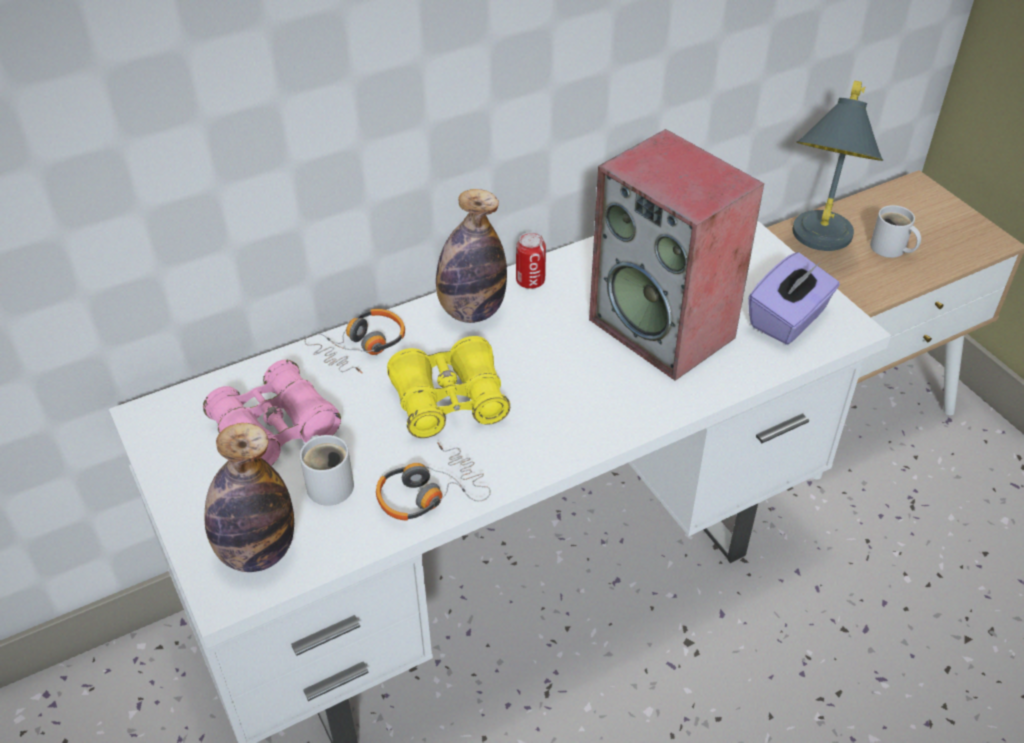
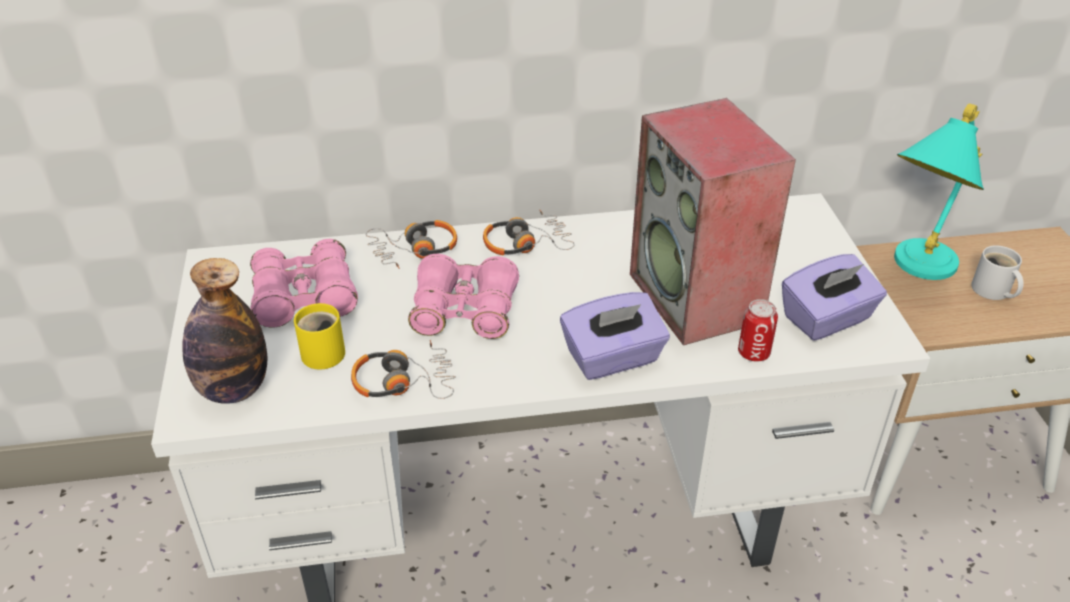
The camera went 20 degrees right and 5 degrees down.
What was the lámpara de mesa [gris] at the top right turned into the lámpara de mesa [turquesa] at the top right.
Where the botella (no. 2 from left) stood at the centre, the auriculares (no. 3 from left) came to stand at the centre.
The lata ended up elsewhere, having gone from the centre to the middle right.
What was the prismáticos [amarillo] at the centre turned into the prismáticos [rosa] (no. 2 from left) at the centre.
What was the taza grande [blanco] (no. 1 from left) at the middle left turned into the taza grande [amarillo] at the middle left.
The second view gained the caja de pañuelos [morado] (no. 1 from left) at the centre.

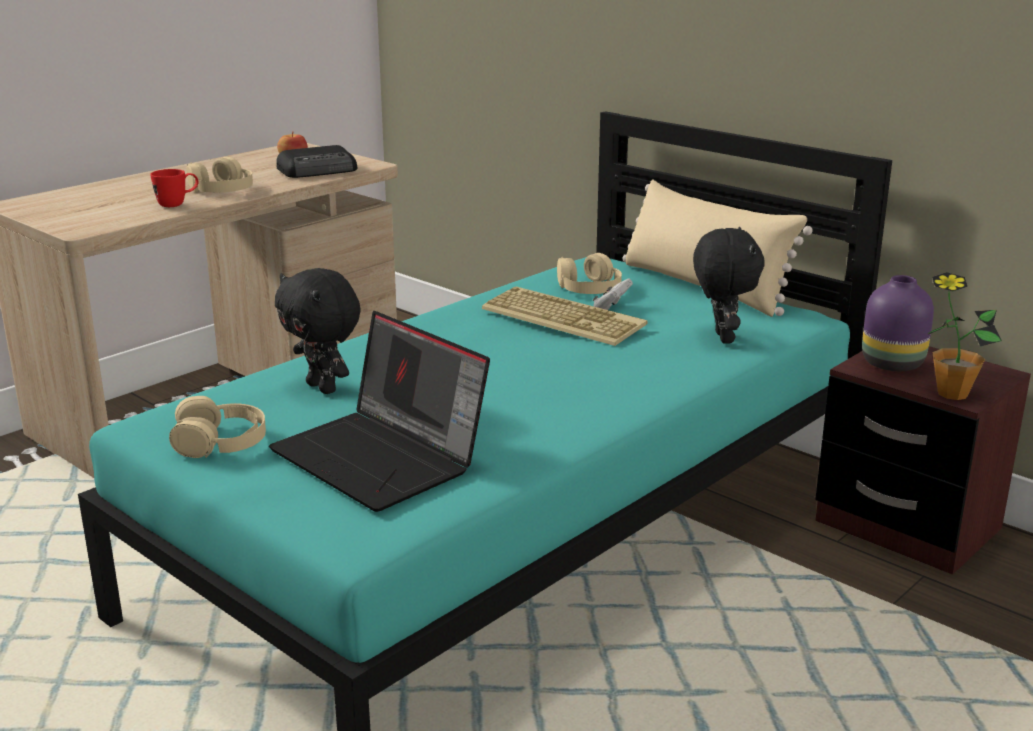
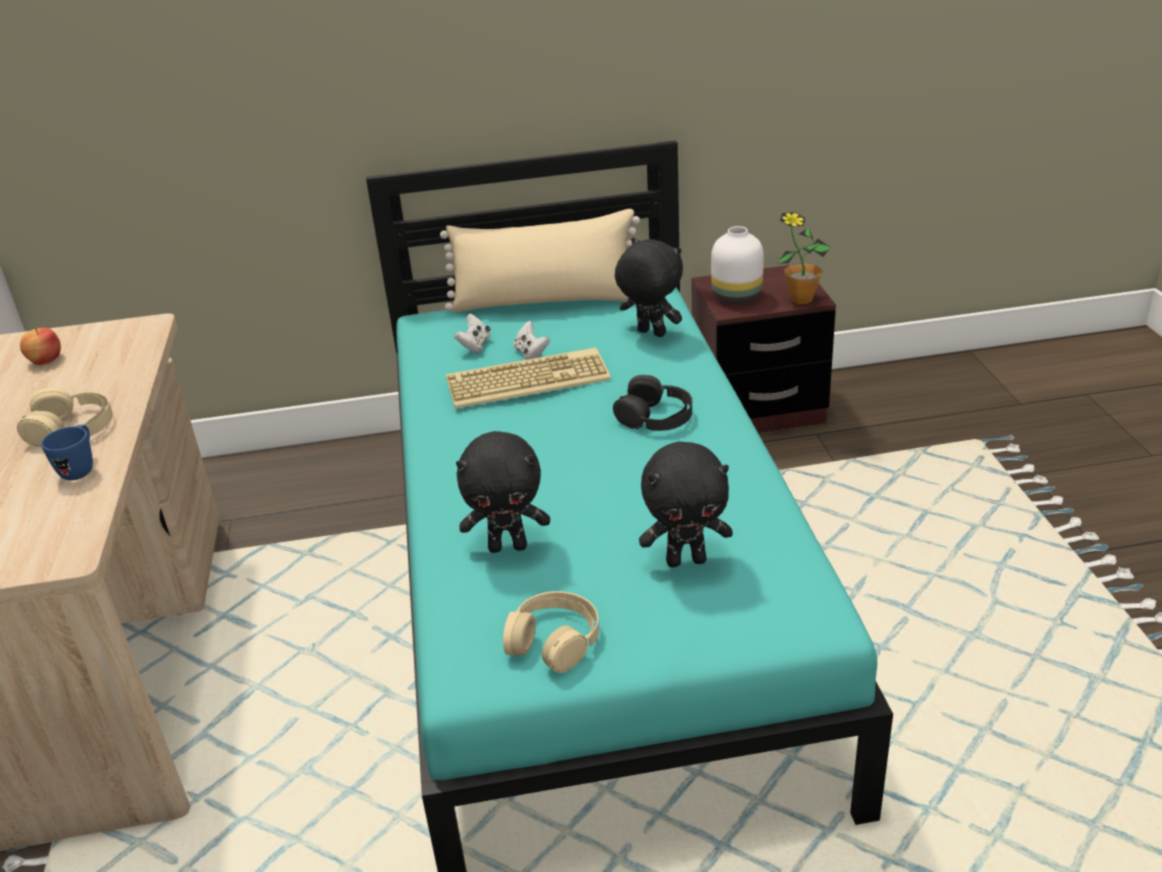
The camera went 50 degrees left and 10 degrees up.
The second view lost the radio at the top left.
What was the taza grande [rojo] at the top left turned into the taza grande [azul] at the middle left.
Where the auriculares [beis] (no. 3 from left) stood at the centre, the mando de consola [blanco] (no. 1 from left) came to stand at the centre.
What was the florero [morado] at the middle right turned into the florero [blanco] at the top centre.
Where the portátil stood at the centre, the peluche [negro] (no. 3 from left) came to stand at the centre.
The second view gained the auriculares [negro] at the centre.

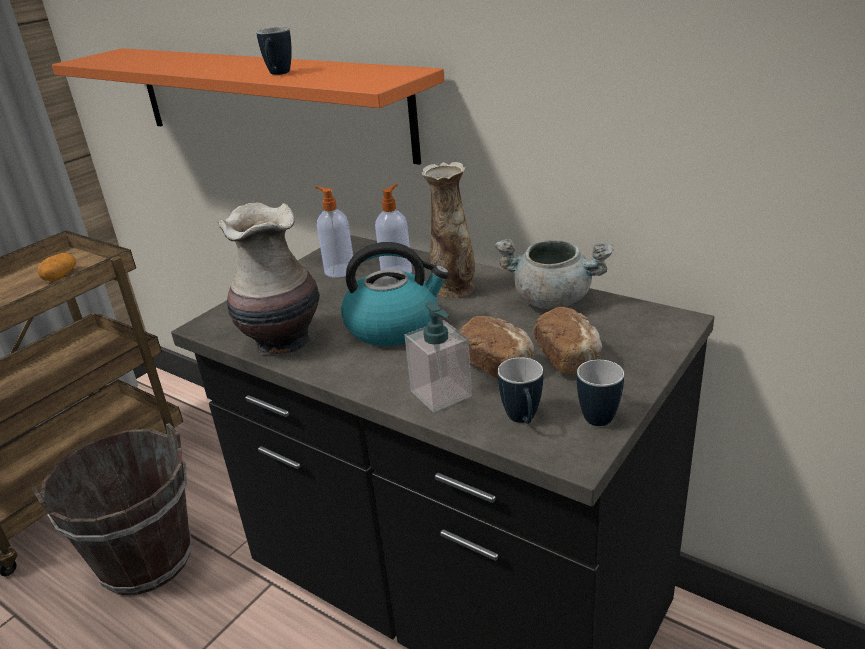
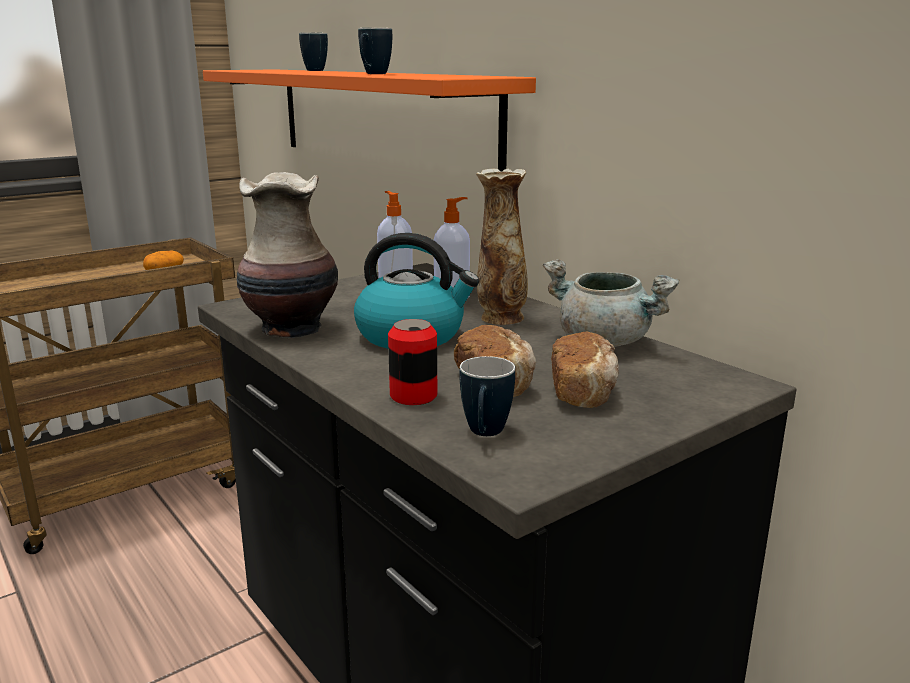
The camera went 15 degrees right and 10 degrees down.
Where the dispensador de jabón (no. 3 from left) stood at the centre, the lata came to stand at the centre.
The taza grande (no. 3 from left in the first image) ended up elsewhere, having gone from the middle right to the top centre.
The second view lost the cubo [marrón] at the bottom left.

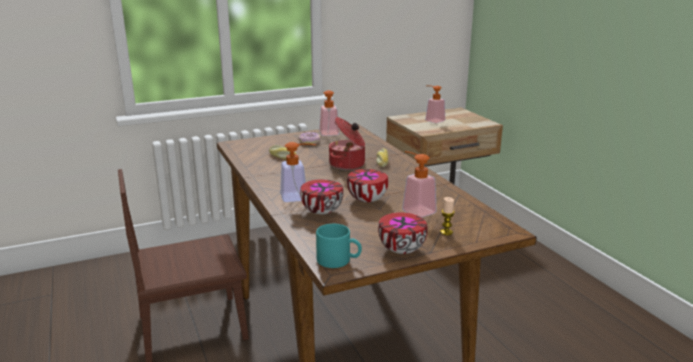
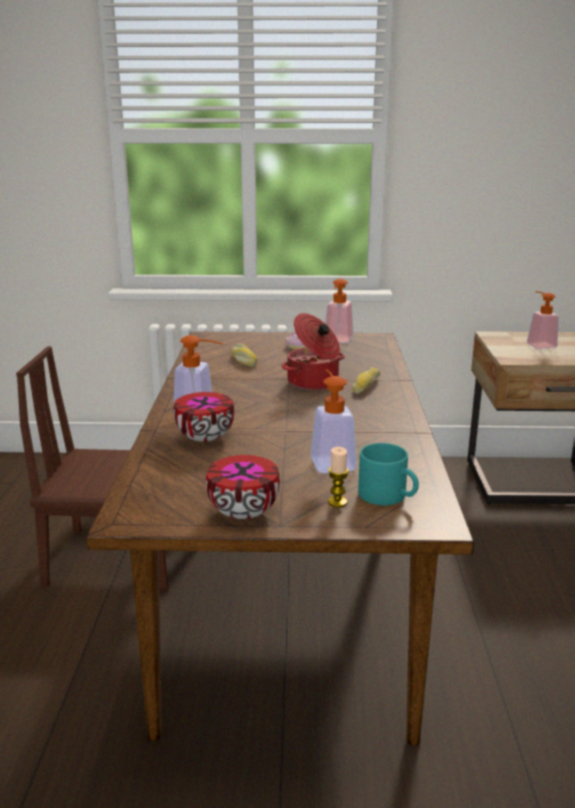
The camera went 25 degrees right and 0 degrees up.
The second view lost the cuenco (no. 2 from left) at the centre.
The taza grande [turquesa] ended up elsewhere, having gone from the bottom centre to the middle right.

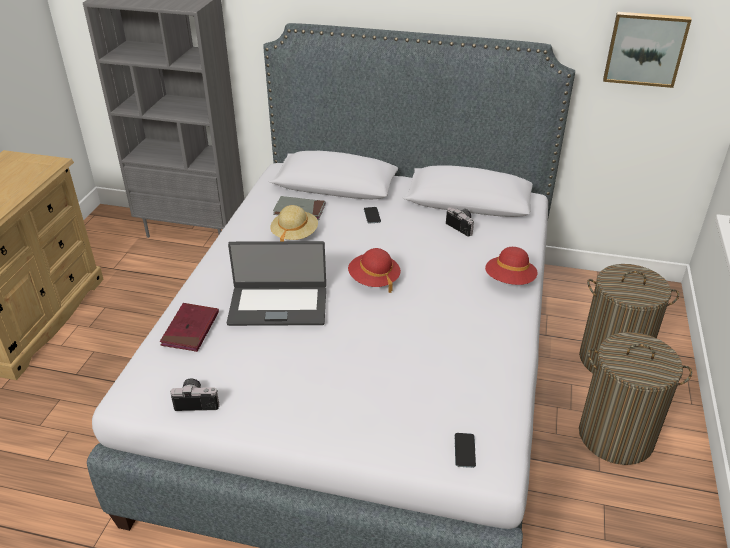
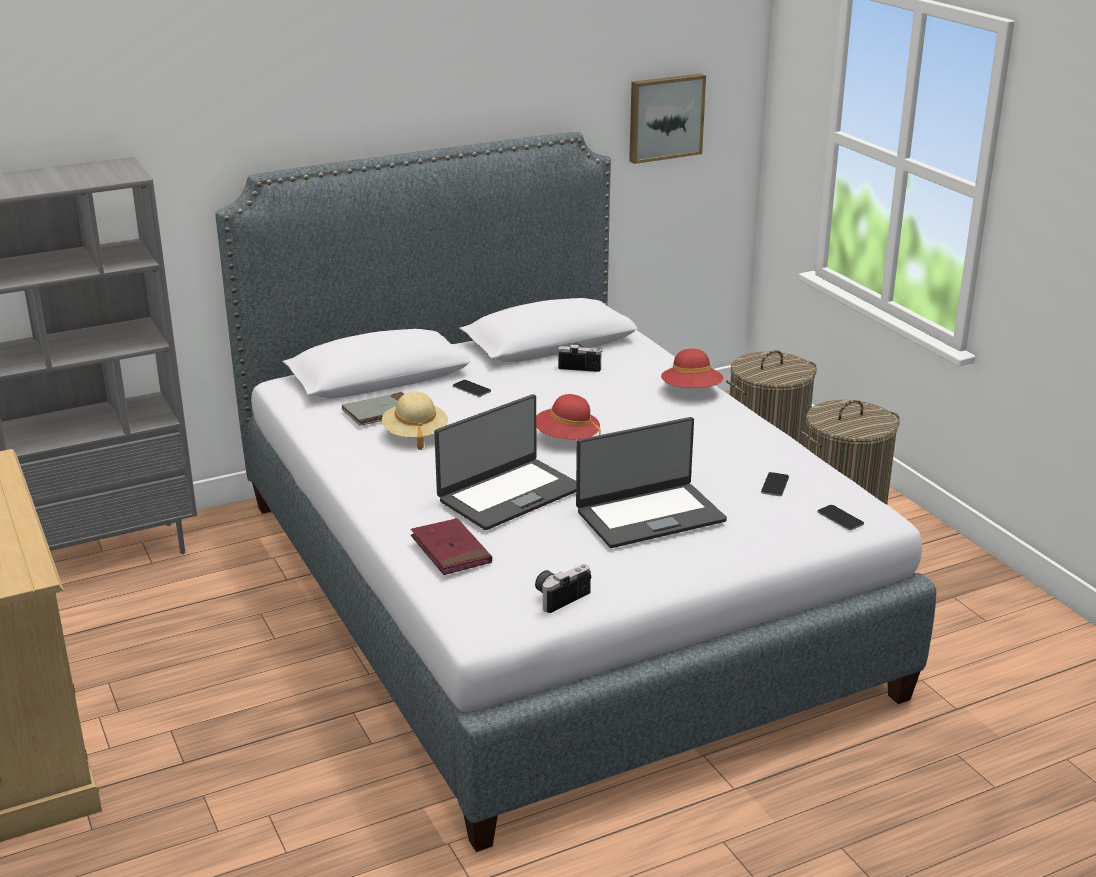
The camera went 40 degrees left and 10 degrees down.
The second view gained the portátil (no. 2 from left) at the centre.
The second view gained the móvil (no. 2 from left) at the middle right.

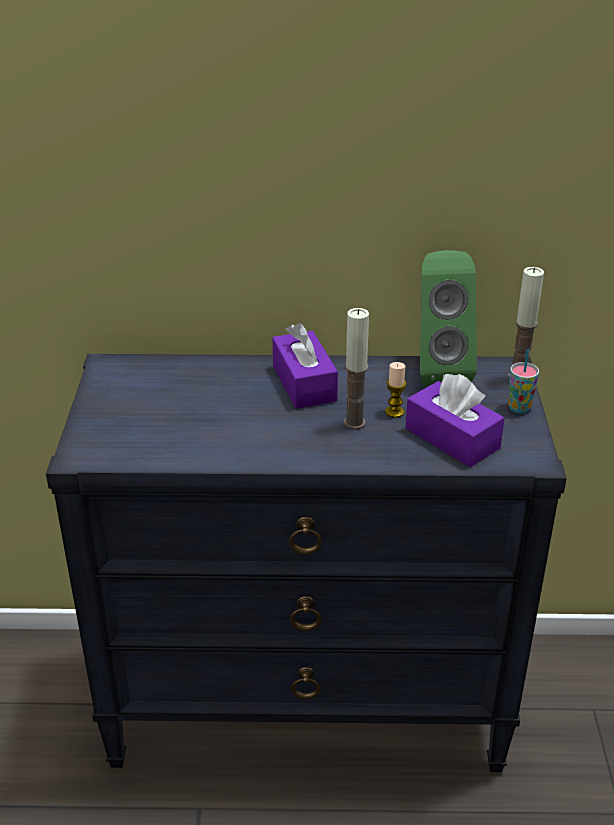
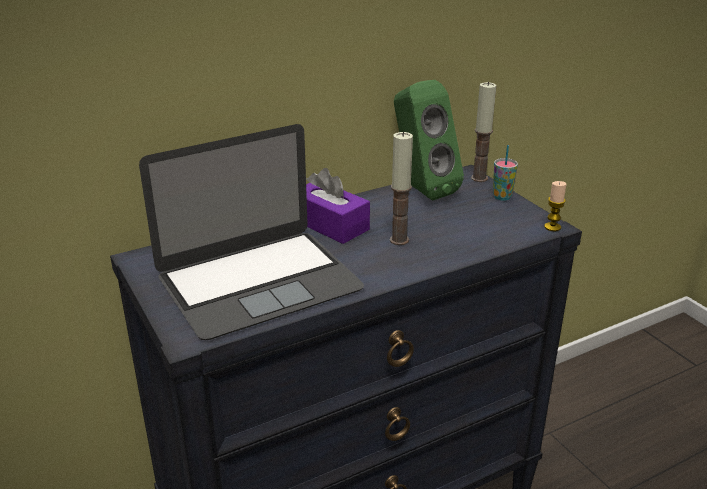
The camera went 30 degrees left and 5 degrees down.
The vela (no. 2 from left in the first image) ended up elsewhere, having gone from the centre to the middle right.
The second view lost the caja de pañuelos [morado] (no. 2 from left) at the middle right.
The second view gained the portátil at the centre.

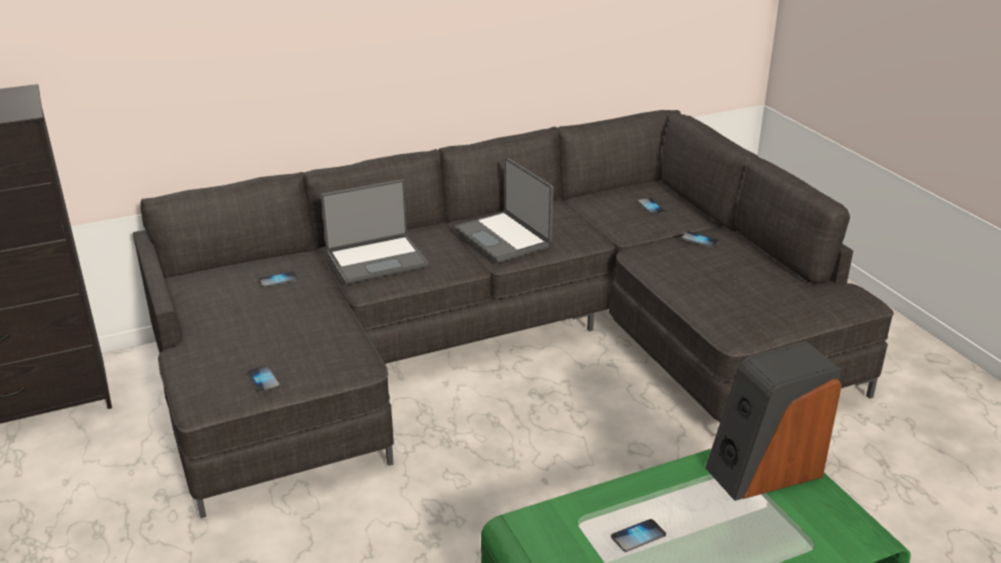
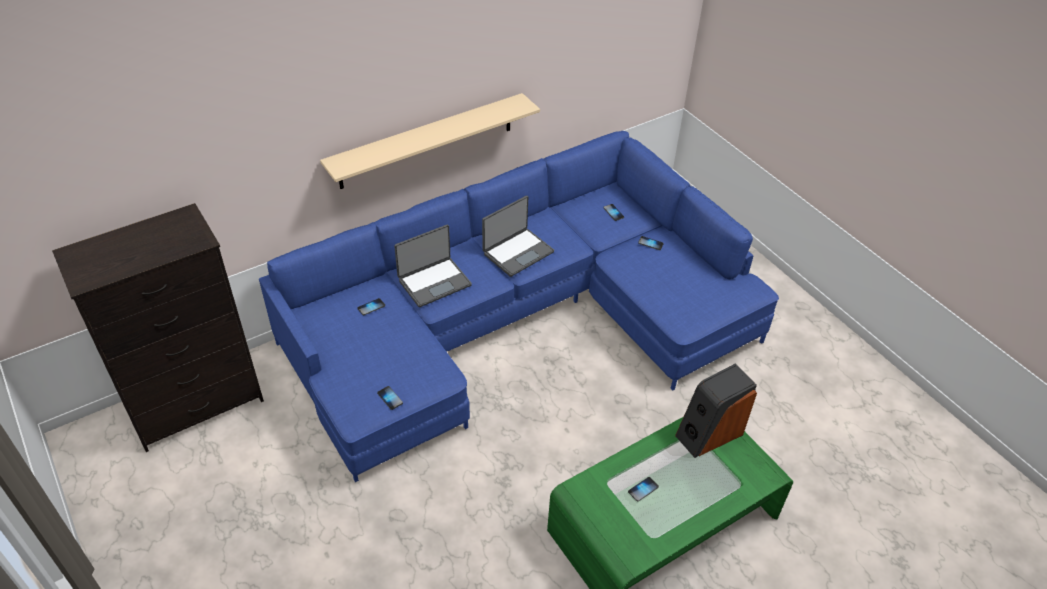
The camera went 10 degrees left and 15 degrees up.
What was the sofá [gris] at the centre turned into the sofá [azul] at the centre.
The portátil (no. 2 from left) at the centre ended up facing another way, 90 degrees counterclockwise from before.
The second view gained the estante [beis] at the top centre.

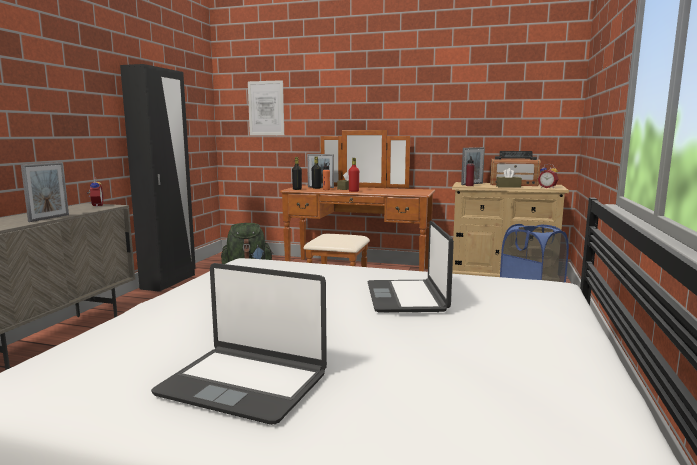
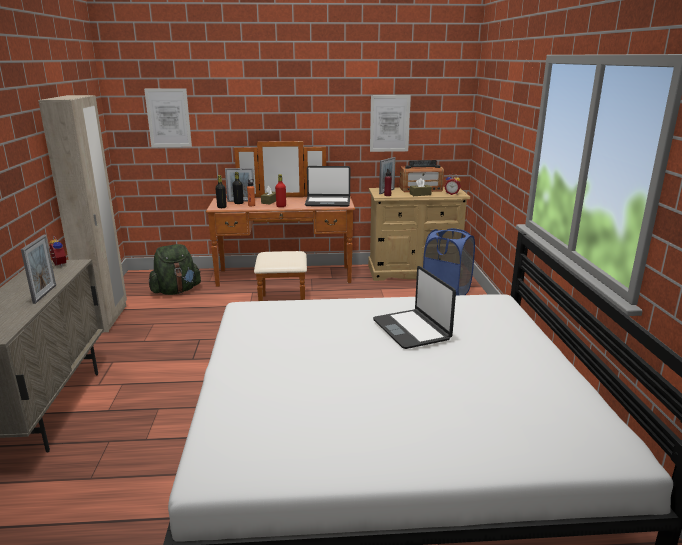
The camera went 20 degrees left and 10 degrees up.
What was the armario ropero [negro] at the middle left turned into the armario ropero [beis] at the middle left.
The portátil (no. 1 from left) ended up elsewhere, having gone from the bottom centre to the centre.
The second view gained the cuadro (no. 2 from left) at the top centre.

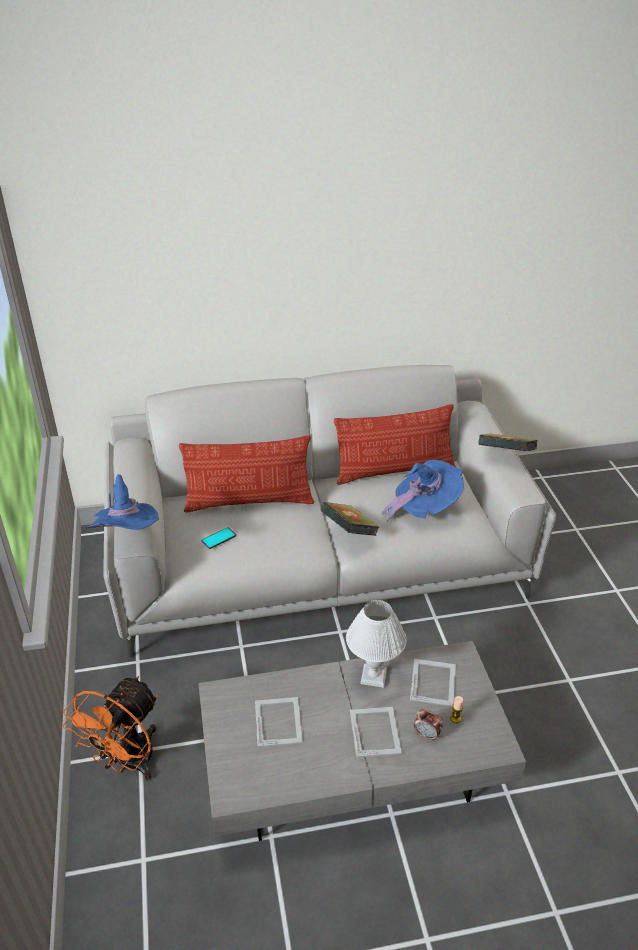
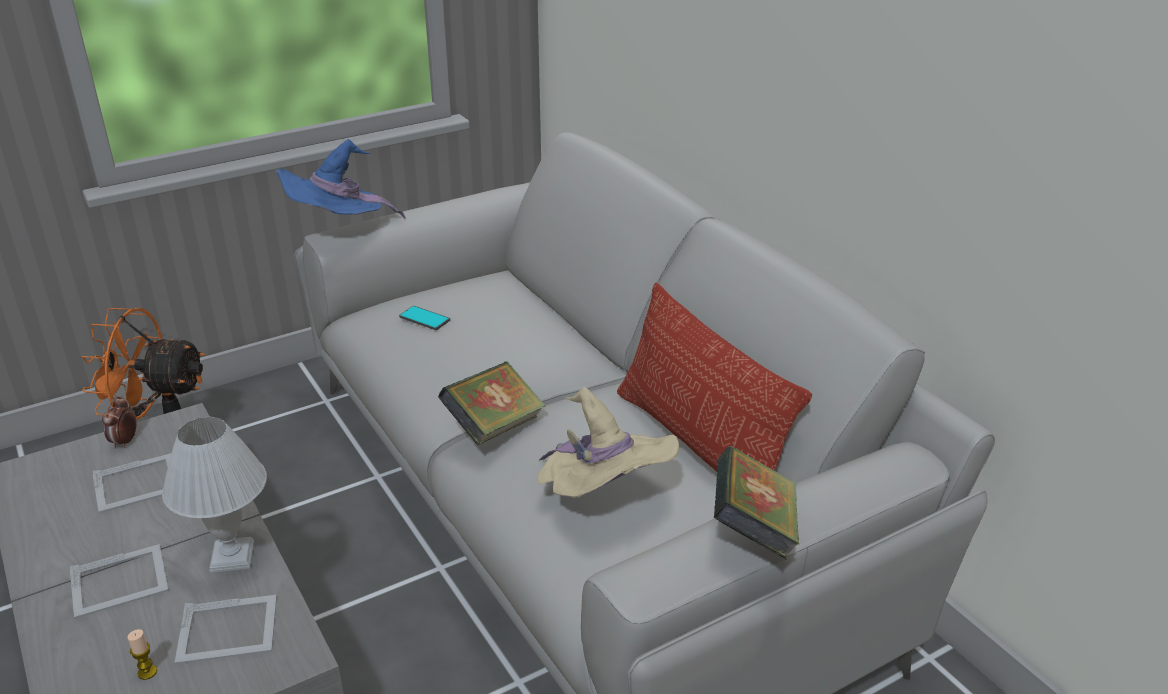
The camera went 70 degrees right and 5 degrees down.
The second view lost the cojín (no. 1 from left) at the centre.
What was the sombrero [azul] (no. 2 from left) at the centre turned into the sombrero [beis] at the centre.
The despertador ended up elsewhere, having gone from the bottom right to the middle left.

